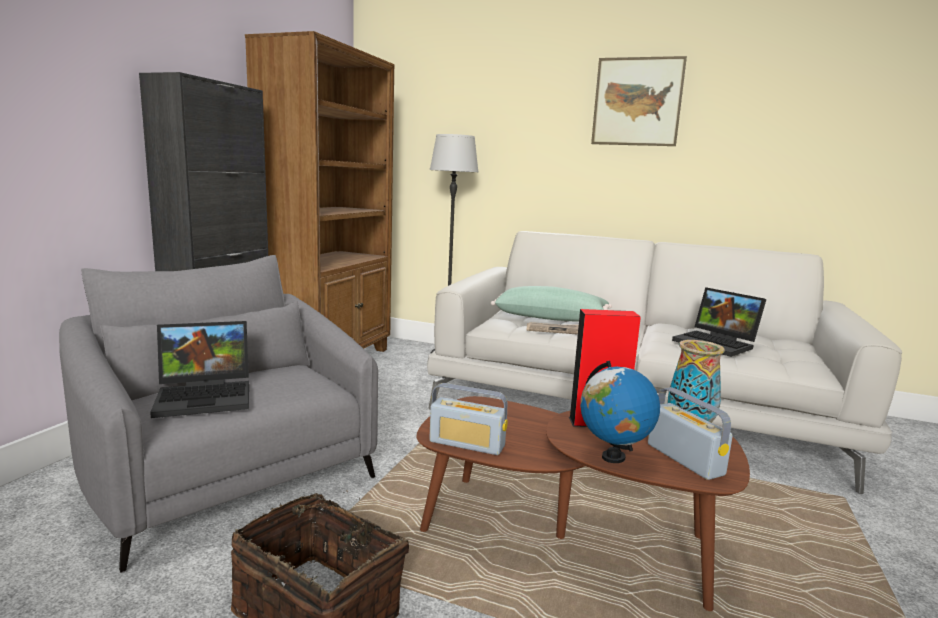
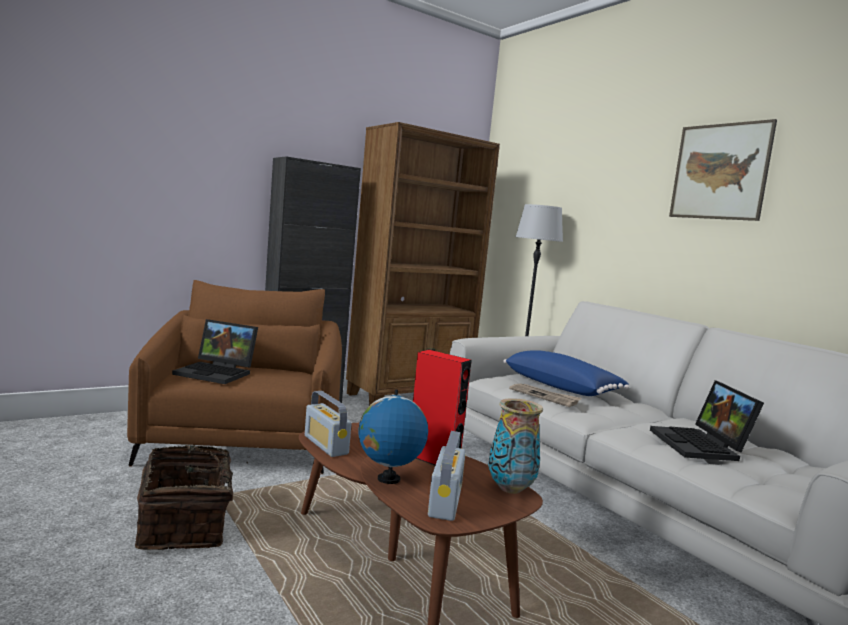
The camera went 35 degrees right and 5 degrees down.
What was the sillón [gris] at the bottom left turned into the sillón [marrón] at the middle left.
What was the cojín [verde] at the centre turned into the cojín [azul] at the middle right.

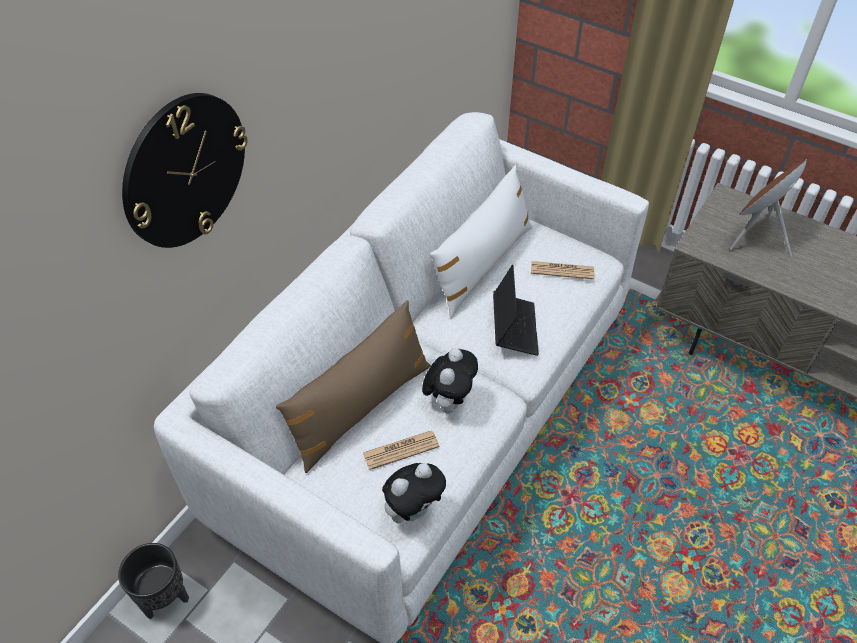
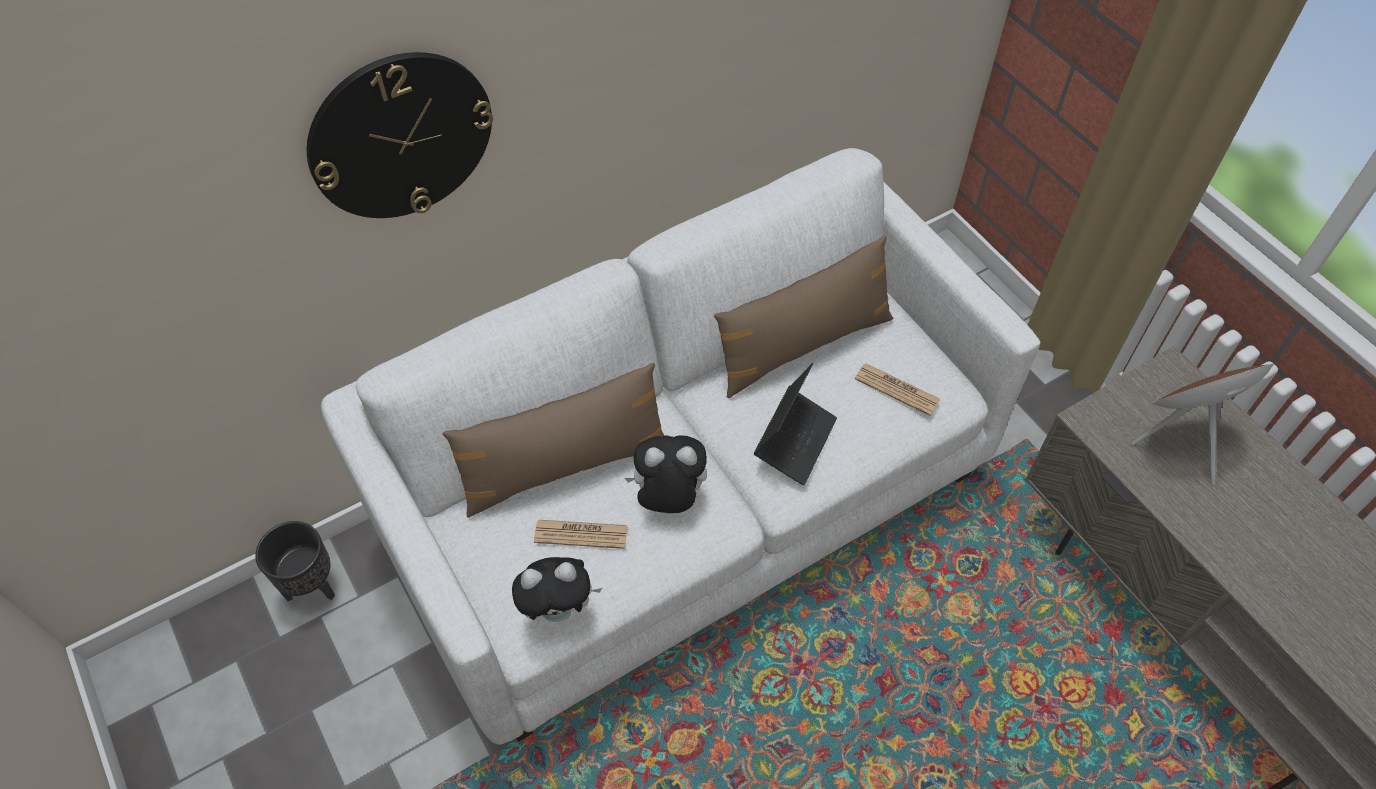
The camera went 25 degrees right and 5 degrees up.
What was the cojín [blanco] at the centre turned into the cojín [marrón] (no. 2 from left) at the centre.
The peluche (no. 2 from left) at the centre ended up facing another way, 135 degrees counterclockwise from before.

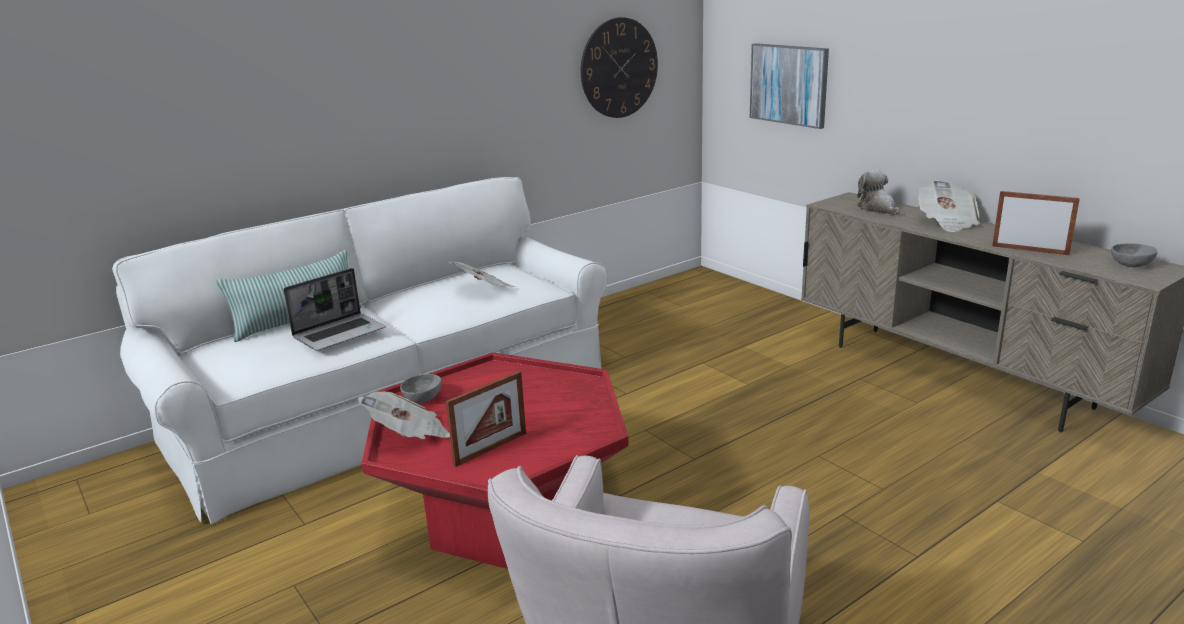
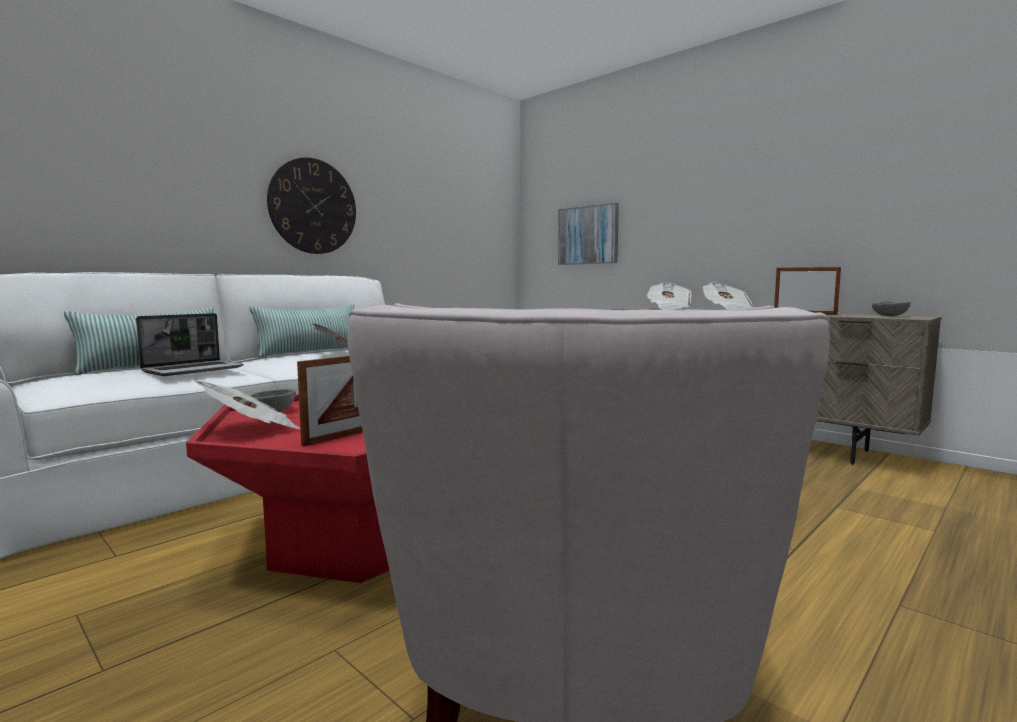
The camera went 10 degrees left and 15 degrees down.
The reloj de pared ended up elsewhere, having gone from the top centre to the top left.
Where the peluche stood at the top right, the periódico (no. 3 from left) came to stand at the centre.
The second view gained the cojín (no. 2 from left) at the middle left.

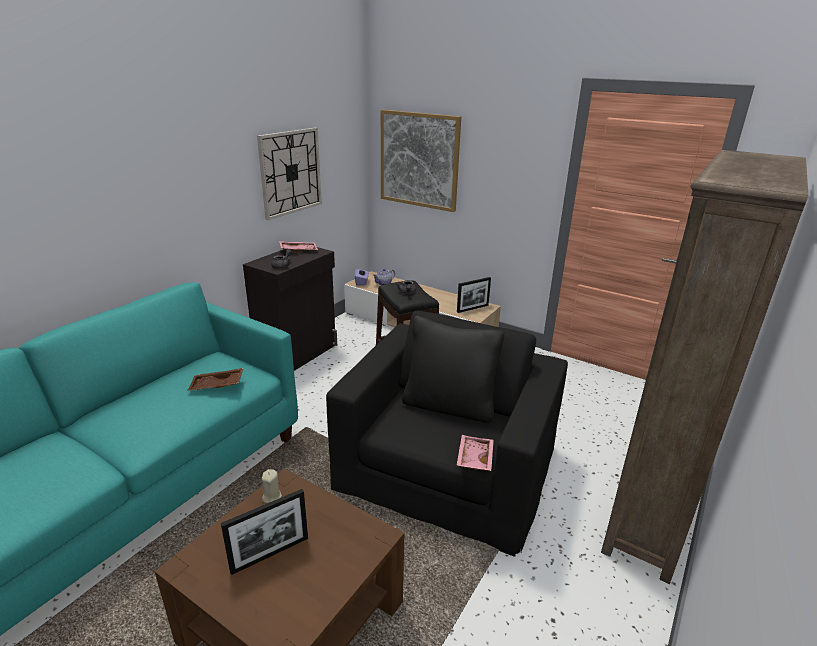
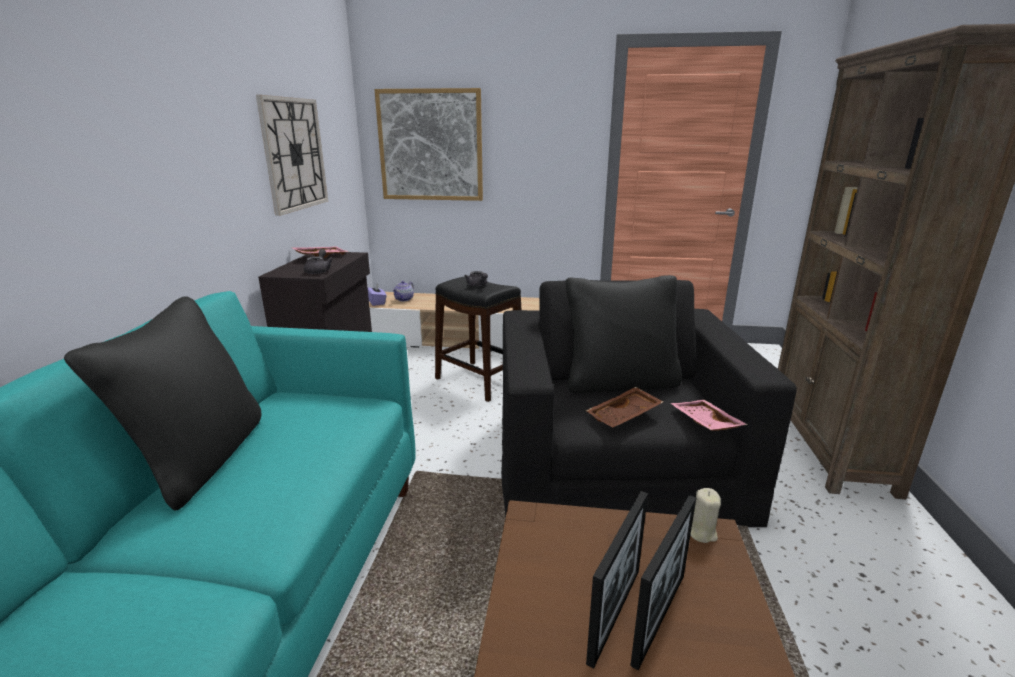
The camera went 25 degrees left and 5 degrees down.
The portarretratos (no. 2 from left) ended up elsewhere, having gone from the centre to the bottom centre.
The bandeja [marrón] ended up elsewhere, having gone from the middle left to the centre.
The vela [beis] ended up elsewhere, having gone from the bottom left to the bottom right.
The second view gained the cojín [negro] (no. 1 from left) at the middle left.

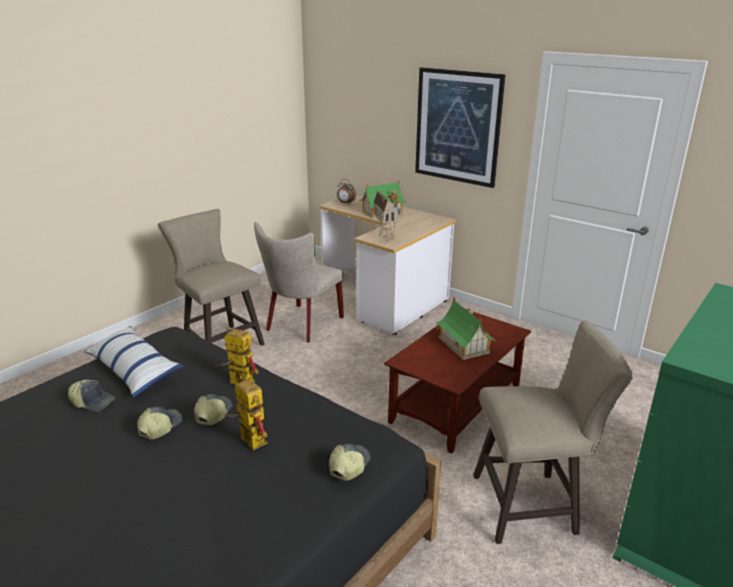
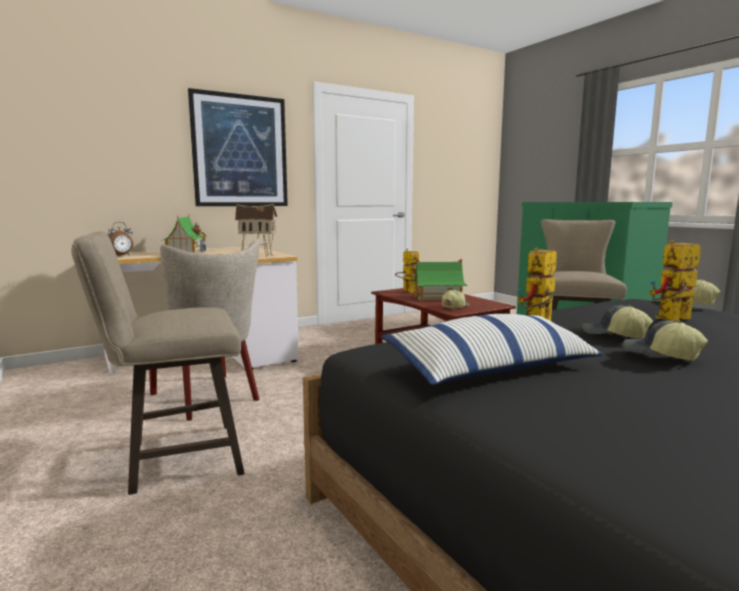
The camera went 70 degrees left and 15 degrees down.
The gorra (no. 1 from left) ended up elsewhere, having gone from the bottom left to the centre.
The second view gained the robot de juguete (no. 1 from left) at the centre.

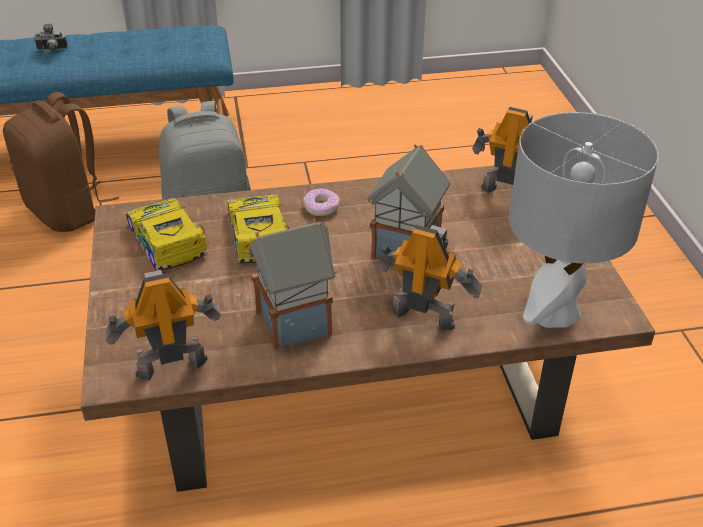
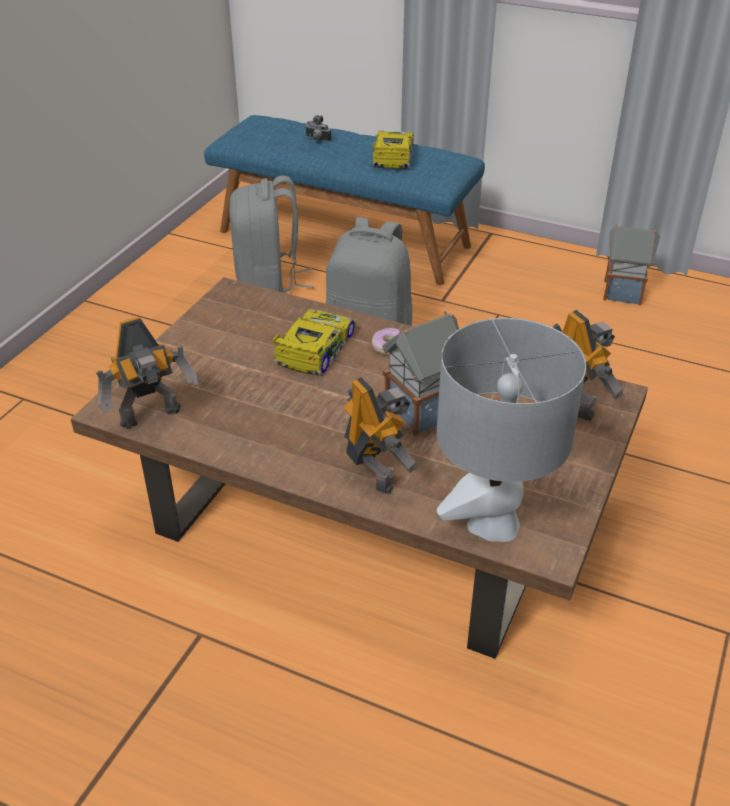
The camera went 35 degrees right and 0 degrees up.
What was the mochila [marrón] at the top left turned into the mochila [gris] (no. 1 from left) at the top centre.
The coche de juguete (no. 1 from left in the first image) ended up elsewhere, having gone from the middle left to the top centre.
The casita (no. 1 from left in the first image) ended up elsewhere, having gone from the centre to the top right.
The robot de juguete (no. 1 from left) at the middle left ended up facing another way, 135 degrees clockwise from before.

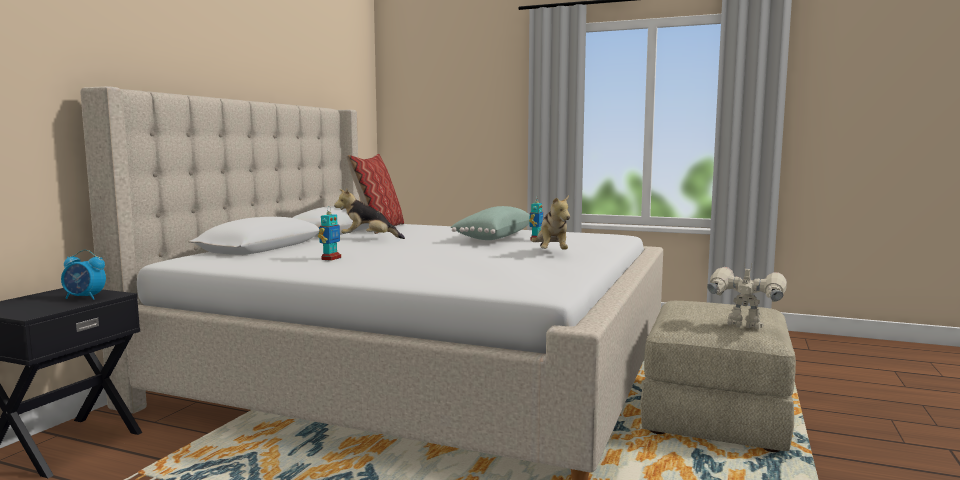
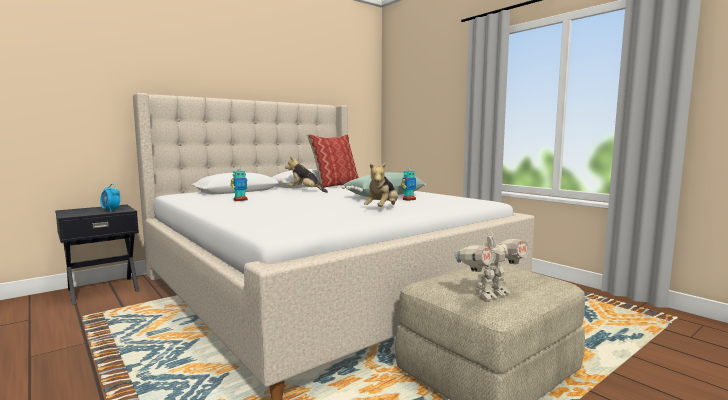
The camera went 30 degrees right and 0 degrees up.
The robot de juguete (no. 3 from left) at the middle right ended up facing another way, 90 degrees clockwise from before.

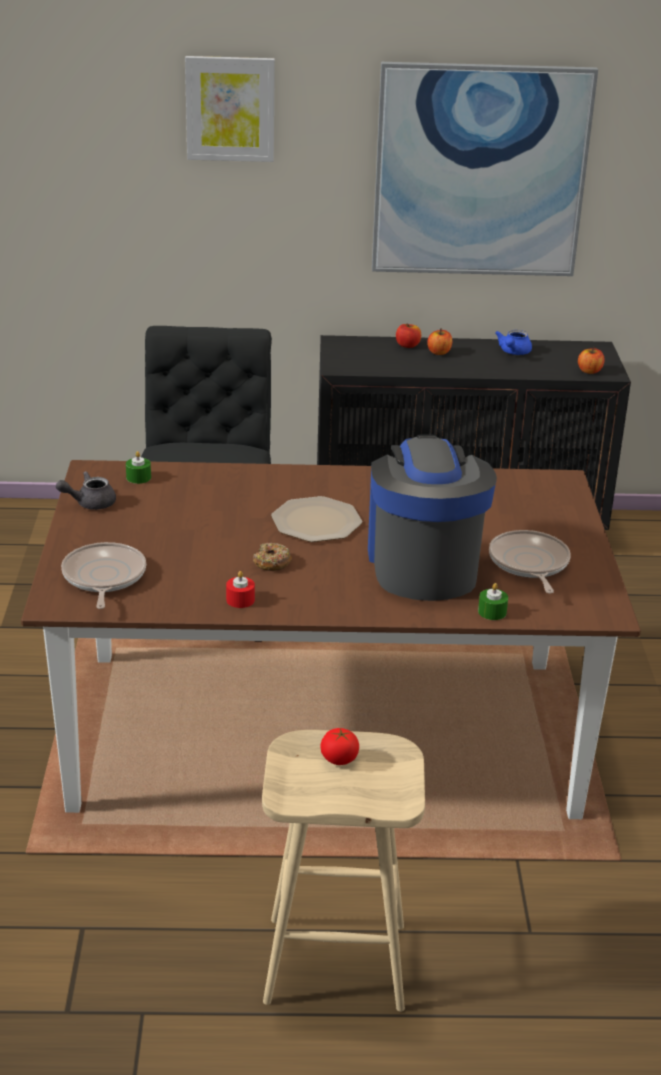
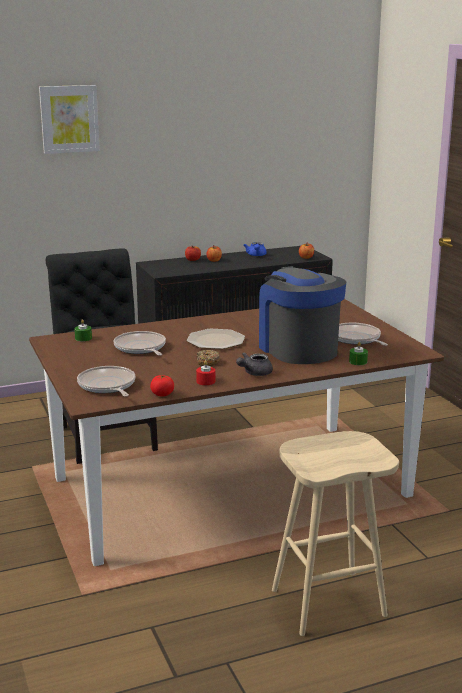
The camera went 20 degrees left and 10 degrees down.
The second view lost the cuadro (no. 2 from left) at the top right.
The tetera [gris] ended up elsewhere, having gone from the middle left to the centre.
The tomate ended up elsewhere, having gone from the bottom centre to the centre.
The second view gained the sartén (no. 2 from left) at the middle left.

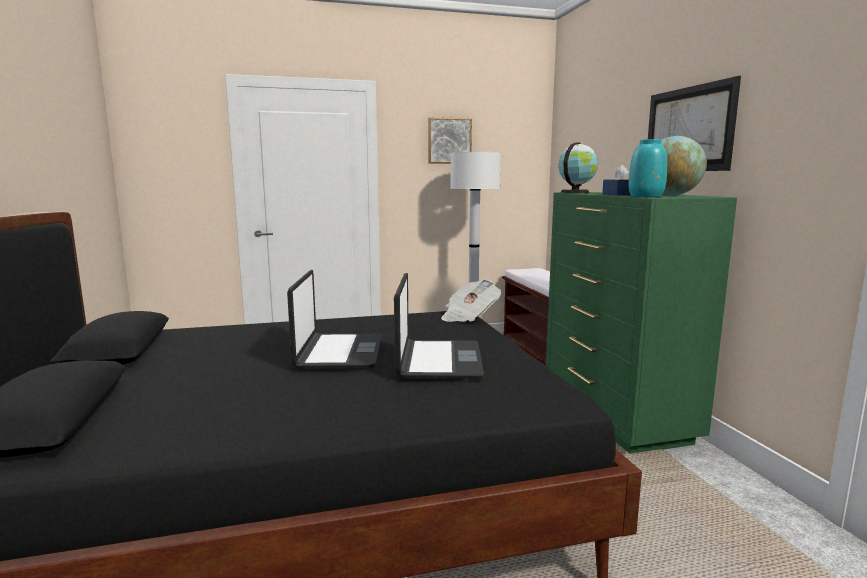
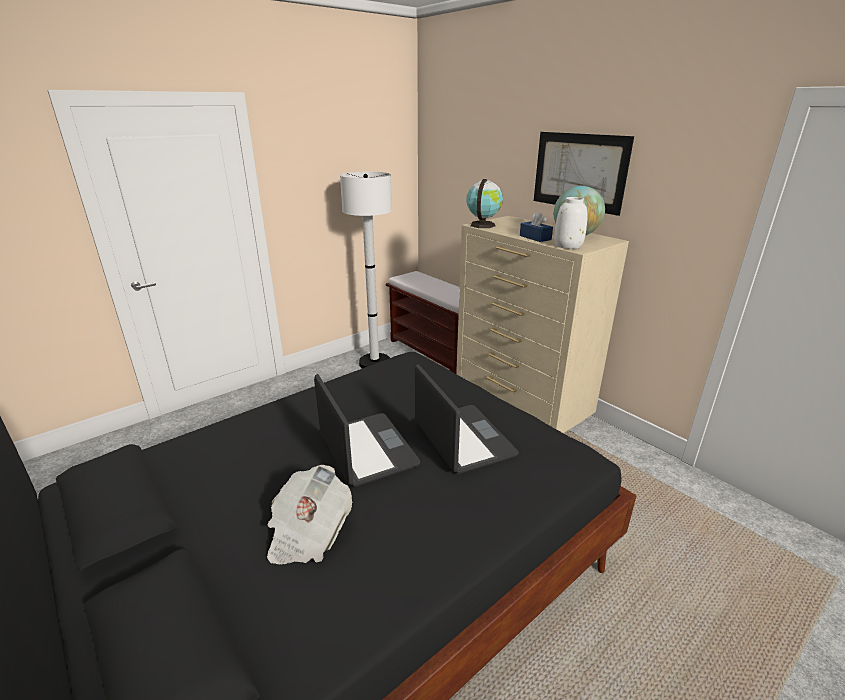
The camera went 25 degrees left and 15 degrees up.
The second view lost the cuadro (no. 1 from left) at the top centre.
What was the florero [turquesa] at the top right turned into the florero [blanco] at the top right.
What was the cómoda [verde] at the middle right turned into the cómoda [beis] at the centre.
The periódico ended up elsewhere, having gone from the centre to the bottom centre.

